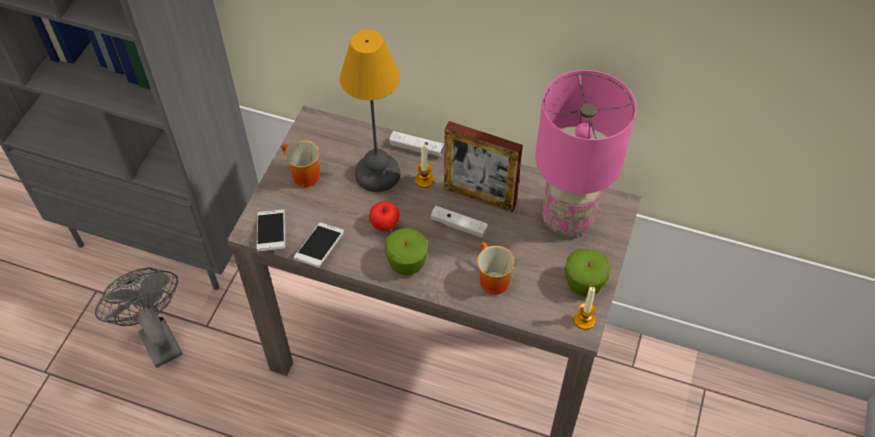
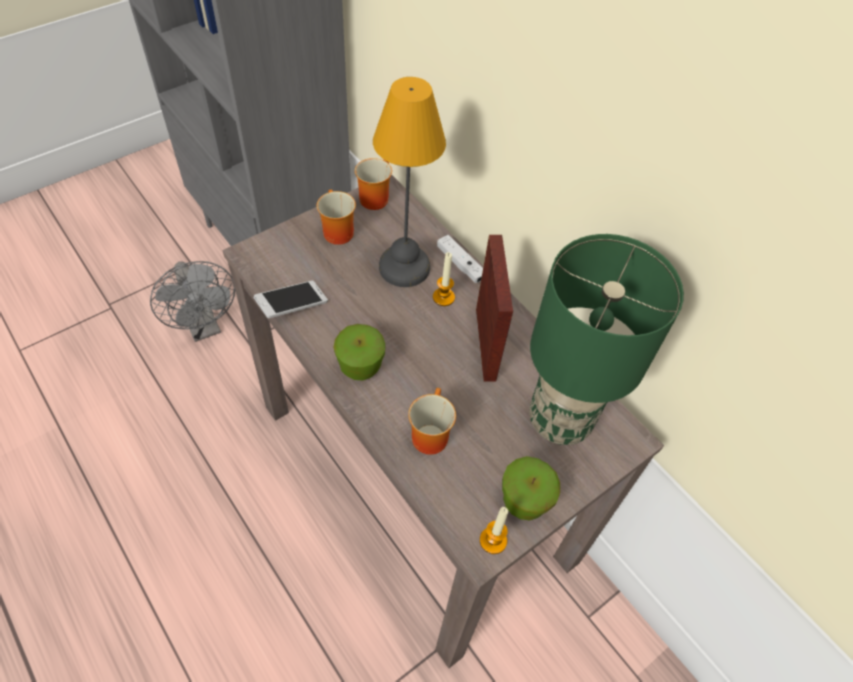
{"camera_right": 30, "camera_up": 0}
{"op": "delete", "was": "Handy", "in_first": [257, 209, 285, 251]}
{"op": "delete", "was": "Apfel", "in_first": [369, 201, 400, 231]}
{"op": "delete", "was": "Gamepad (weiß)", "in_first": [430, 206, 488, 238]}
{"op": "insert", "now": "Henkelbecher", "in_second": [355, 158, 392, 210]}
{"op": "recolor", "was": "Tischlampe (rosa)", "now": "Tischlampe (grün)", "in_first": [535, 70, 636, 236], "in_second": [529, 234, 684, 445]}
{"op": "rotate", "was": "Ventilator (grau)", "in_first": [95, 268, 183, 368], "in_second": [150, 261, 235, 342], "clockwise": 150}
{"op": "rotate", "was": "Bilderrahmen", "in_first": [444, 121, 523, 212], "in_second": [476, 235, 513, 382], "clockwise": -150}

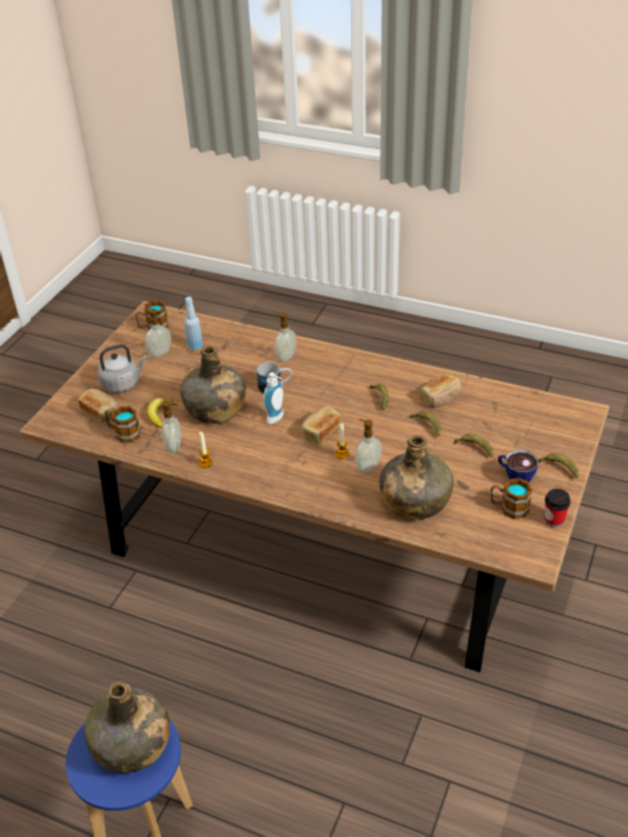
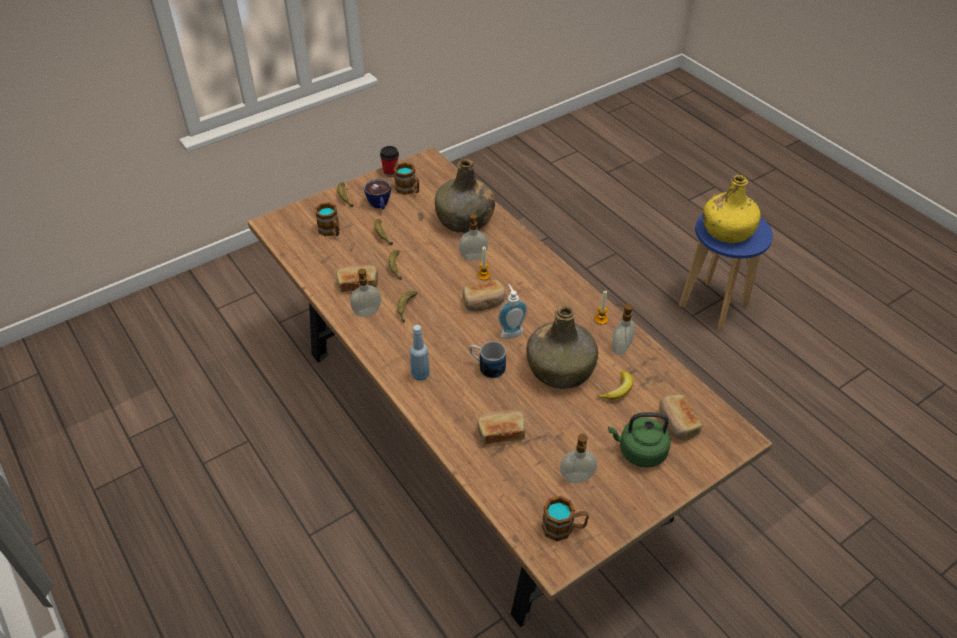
{"camera_right": -150, "camera_up": 5}
{"op": "insert", "now": "Brot", "in_second": [477, 410, 525, 445]}
{"op": "move", "was": "Henkelbecher", "in_first": [104, 406, 141, 443], "in_second": [315, 202, 340, 236]}
{"op": "move", "was": "Flasche (blau)", "in_first": [184, 297, 203, 351], "in_second": [410, 325, 430, 381]}
{"op": "move", "was": "Seifenspender", "in_first": [274, 312, 297, 362], "in_second": [350, 268, 381, 317]}
{"op": "recolor", "was": "Flasche (grün)", "now": "Flasche (gelb)", "in_first": [84, 681, 170, 773], "in_second": [703, 175, 761, 243]}
{"op": "recolor", "was": "Wasserkessel (grau)", "now": "Wasserkessel (grün)", "in_first": [97, 344, 147, 393], "in_second": [608, 412, 671, 468]}

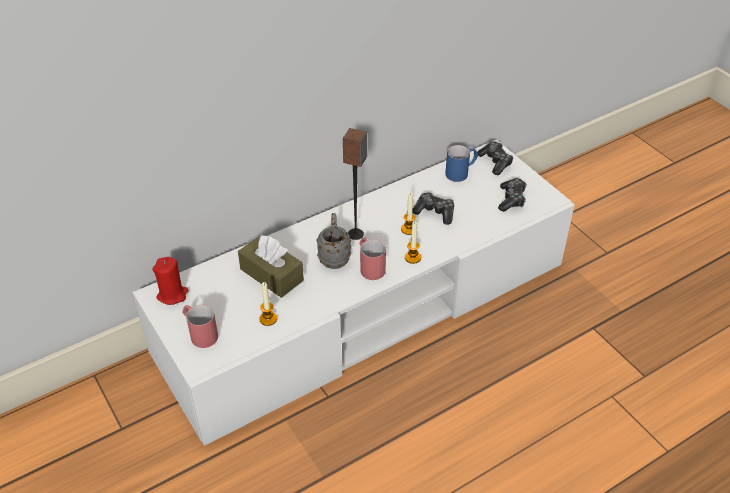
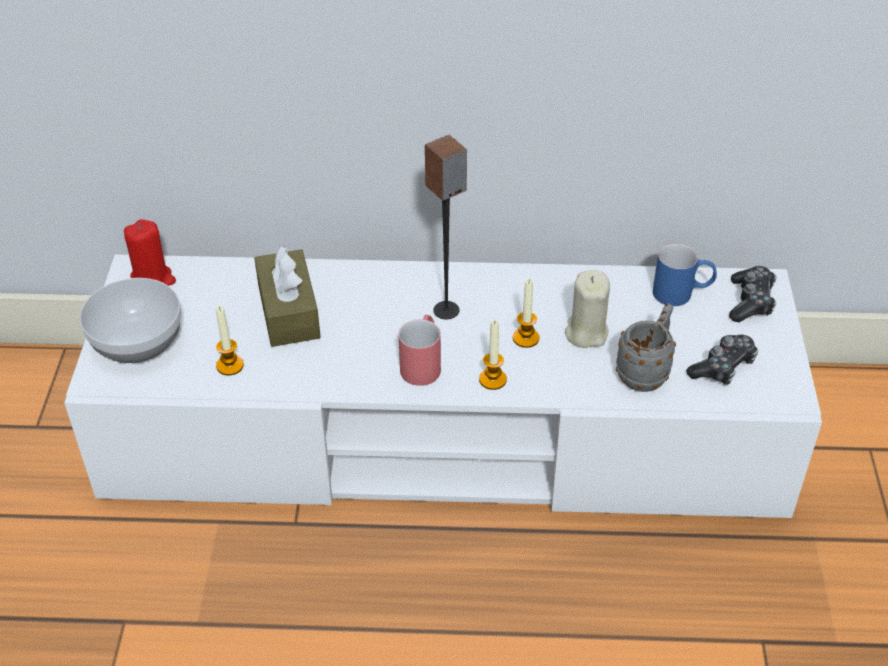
{"camera_right": 35, "camera_up": 0}
{"op": "move", "was": "Henkelbecher (grau)", "in_first": [316, 213, 351, 269], "in_second": [616, 303, 676, 392]}
{"op": "replace", "was": "Henkelbecher (rot)", "now": "Schüssel", "in_first": [182, 305, 218, 348], "in_second": [79, 278, 181, 363]}
{"op": "replace", "was": "Gamepad", "now": "Kerze (beige)", "in_first": [412, 192, 454, 225], "in_second": [565, 270, 610, 348]}

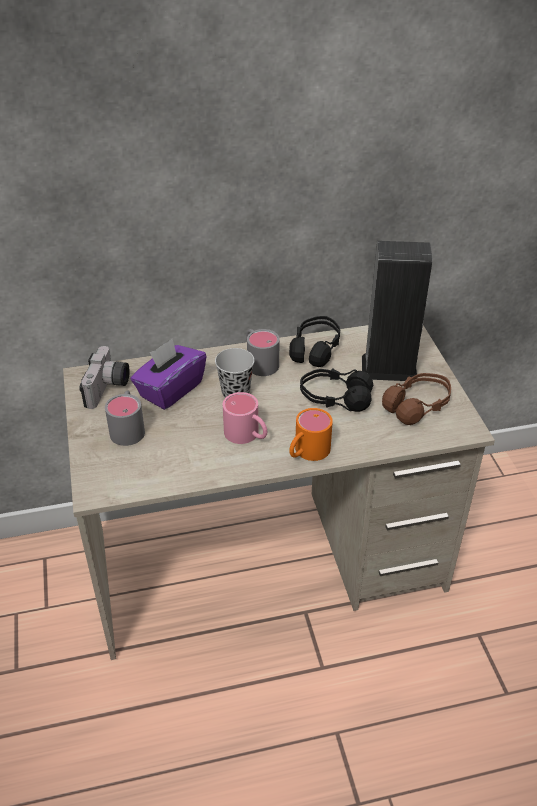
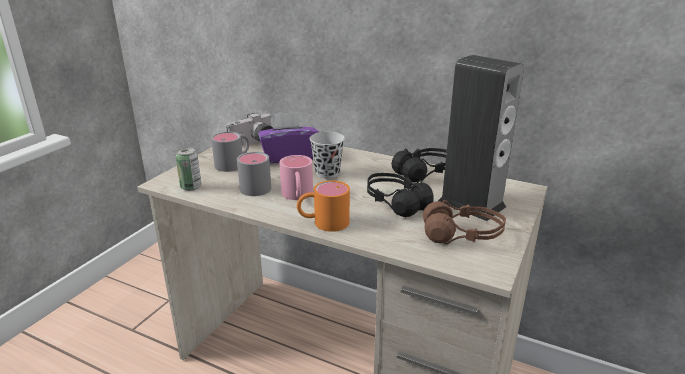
{"camera_right": 40, "camera_up": -15}
{"op": "insert", "now": "Dose", "in_second": [176, 148, 202, 191]}
{"op": "move", "was": "Henkelbecher (grau)", "in_first": [246, 329, 279, 376], "in_second": [237, 152, 271, 196]}

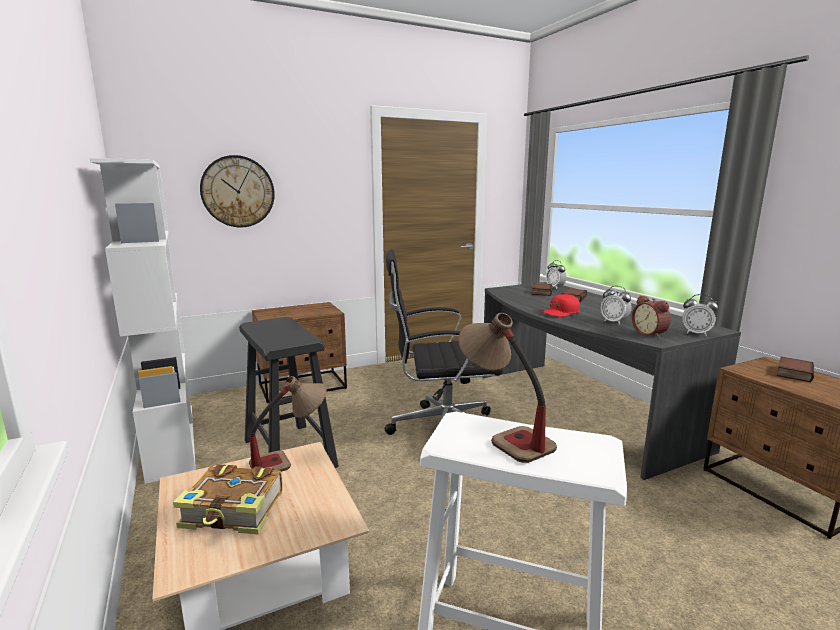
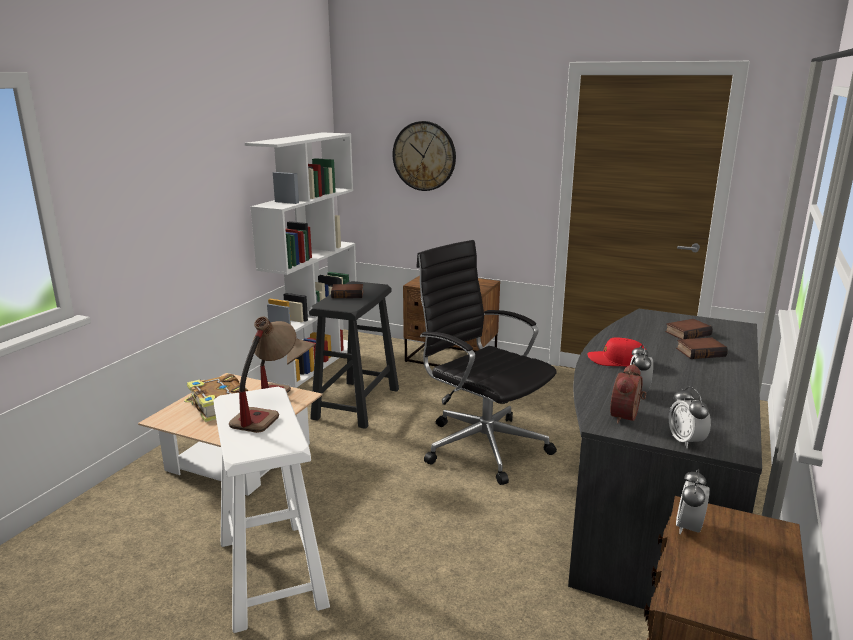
{"camera_right": 50, "camera_up": 5}
{"op": "move", "was": "Wecker", "in_first": [546, 260, 567, 289], "in_second": [676, 469, 710, 534]}
{"op": "move", "was": "Buch", "in_first": [777, 357, 814, 382], "in_second": [331, 284, 364, 298]}

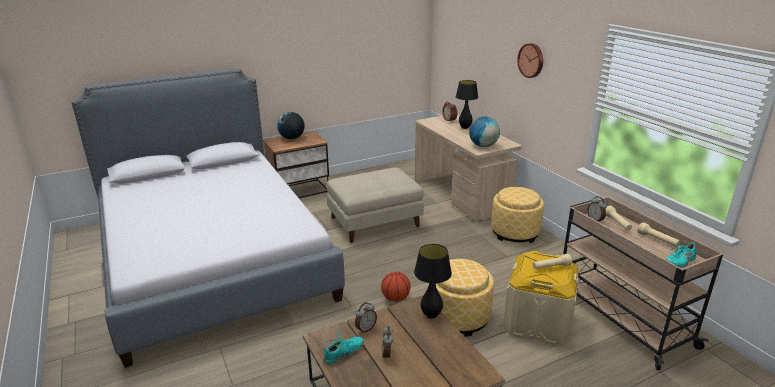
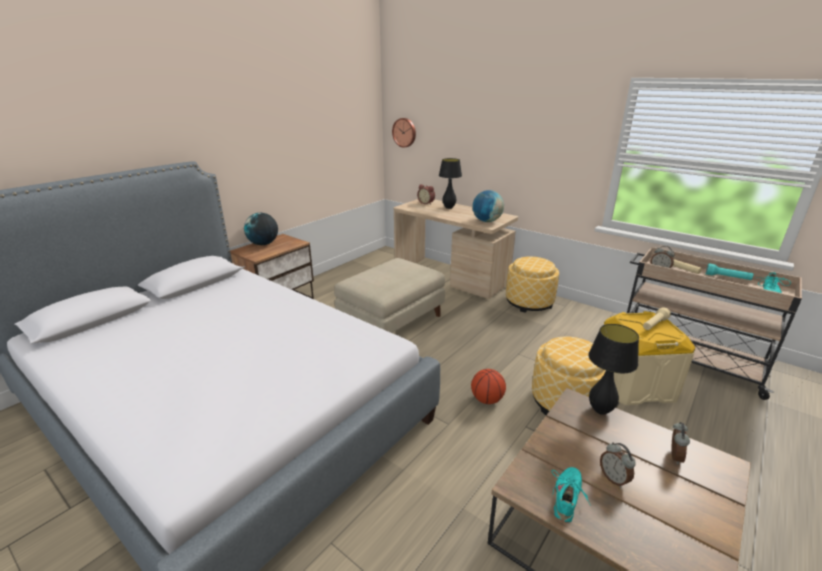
{"camera_right": -25, "camera_up": 0}
{"op": "move", "was": "Wecker", "in_first": [355, 302, 377, 333], "in_second": [671, 422, 690, 465]}
{"op": "move", "was": "Wanduhr", "in_first": [517, 43, 543, 78], "in_second": [392, 118, 416, 148]}
{"op": "recolor", "was": "Taschenlampe (beige)", "now": "Taschenlampe (türkis)", "in_first": [637, 222, 680, 247], "in_second": [706, 263, 753, 280]}

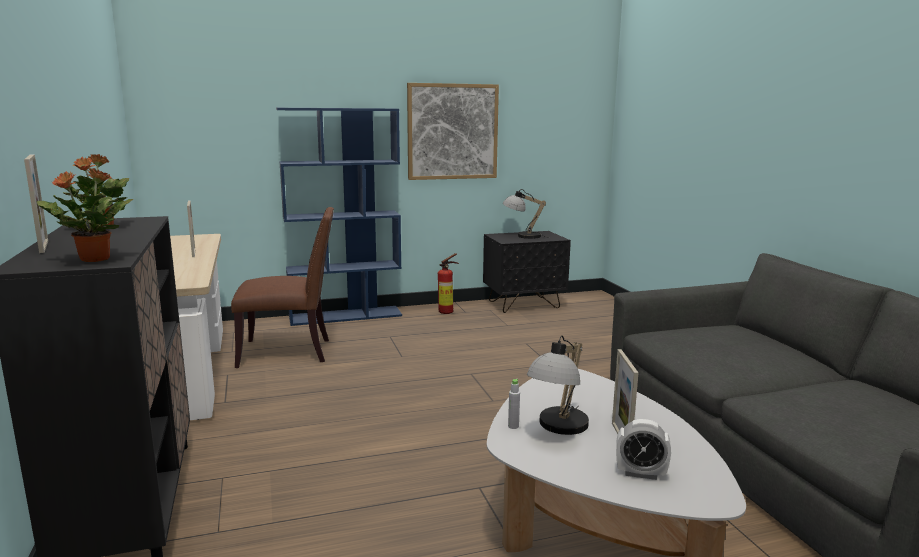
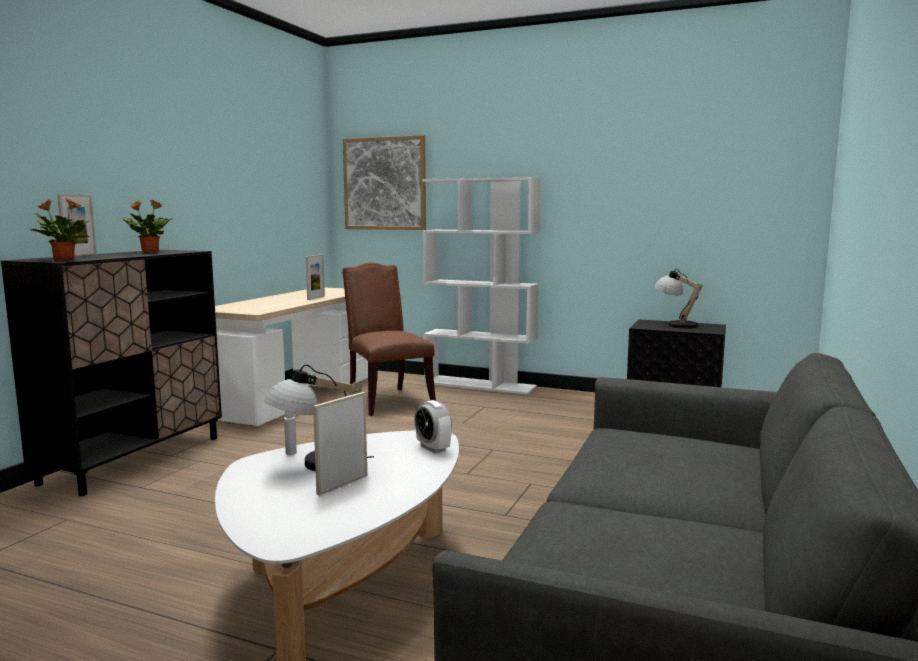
{"camera_right": 40, "camera_up": -5}
{"op": "delete", "was": "Feuerlöscher", "in_first": [438, 253, 459, 314]}
{"op": "move", "was": "Bild", "in_first": [407, 83, 499, 180], "in_second": [343, 135, 426, 230]}
{"op": "move", "was": "Wecker", "in_first": [616, 419, 671, 480], "in_second": [414, 400, 452, 453]}
{"op": "recolor", "was": "Bücherregal (blau)", "now": "Bücherregal (weiß)", "in_first": [276, 108, 402, 326], "in_second": [422, 177, 541, 395]}
{"op": "rotate", "was": "Stuhl (braun)", "in_first": [231, 207, 334, 368], "in_second": [342, 262, 436, 416], "clockwise": -150}

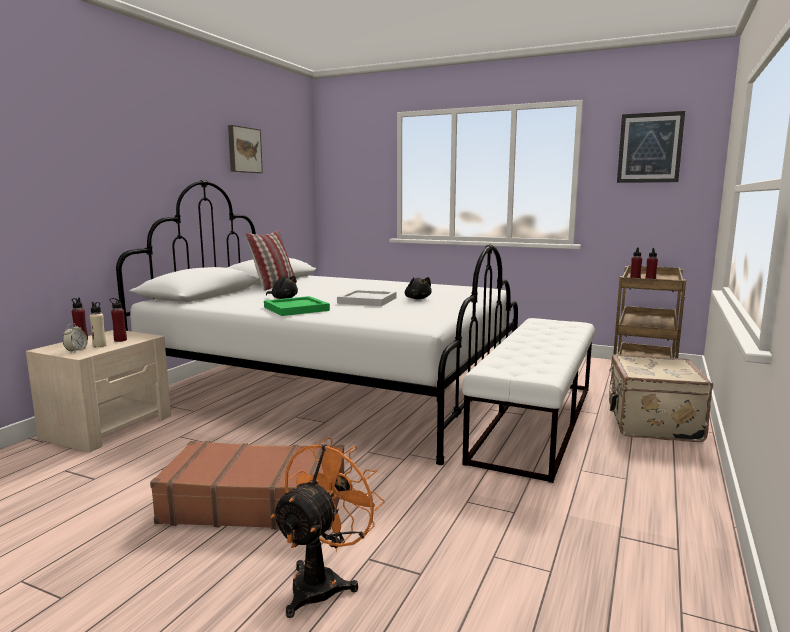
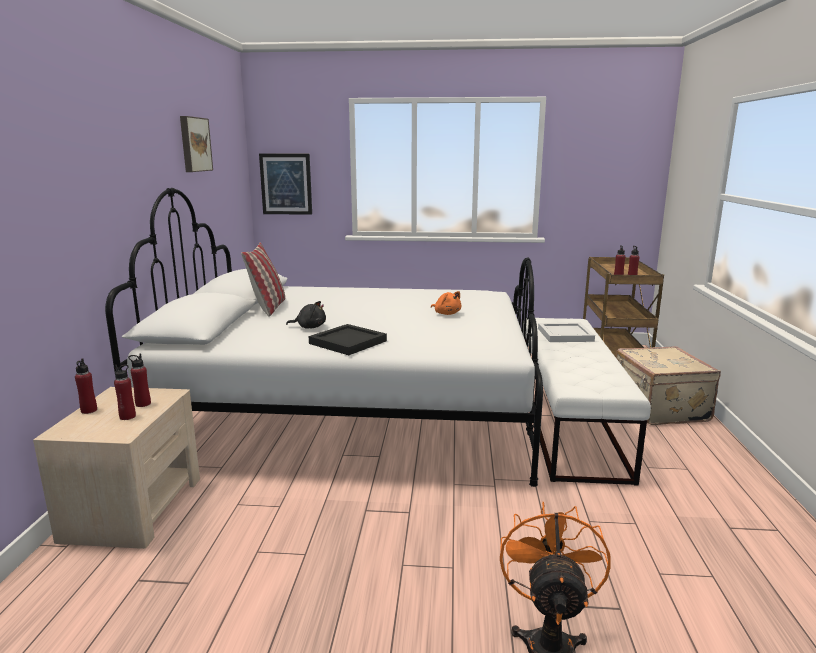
{"camera_right": -20, "camera_up": 5}
{"op": "delete", "was": "Wecker", "in_first": [63, 323, 87, 353]}
{"op": "delete", "was": "Koffer (braun)", "in_first": [150, 441, 344, 530]}
{"op": "move", "was": "Tablett (weiß)", "in_first": [337, 290, 396, 306], "in_second": [538, 323, 595, 342]}
{"op": "move", "was": "Bild", "in_first": [617, 111, 685, 183], "in_second": [259, 154, 312, 215]}
{"op": "recolor", "was": "Flasche (beige)", "now": "Flasche (rot)", "in_first": [90, 302, 106, 348], "in_second": [114, 364, 136, 420]}
{"op": "recolor", "was": "Tablett (grün)", "now": "Tablett (schwarz)", "in_first": [264, 296, 330, 316], "in_second": [309, 324, 387, 355]}
{"op": "recolor", "was": "Plüschtier (schwarz)", "now": "Plüschtier (orange)", "in_first": [405, 277, 432, 299], "in_second": [431, 291, 461, 315]}

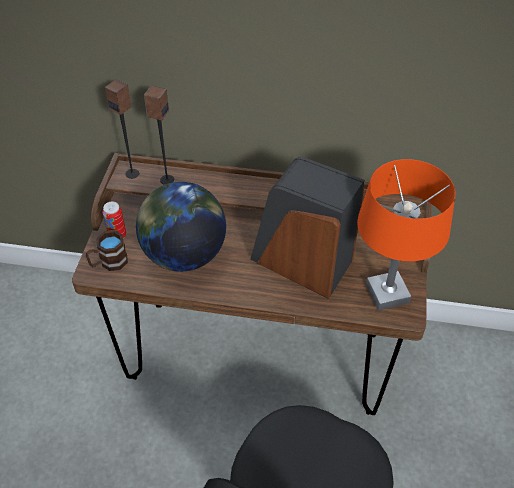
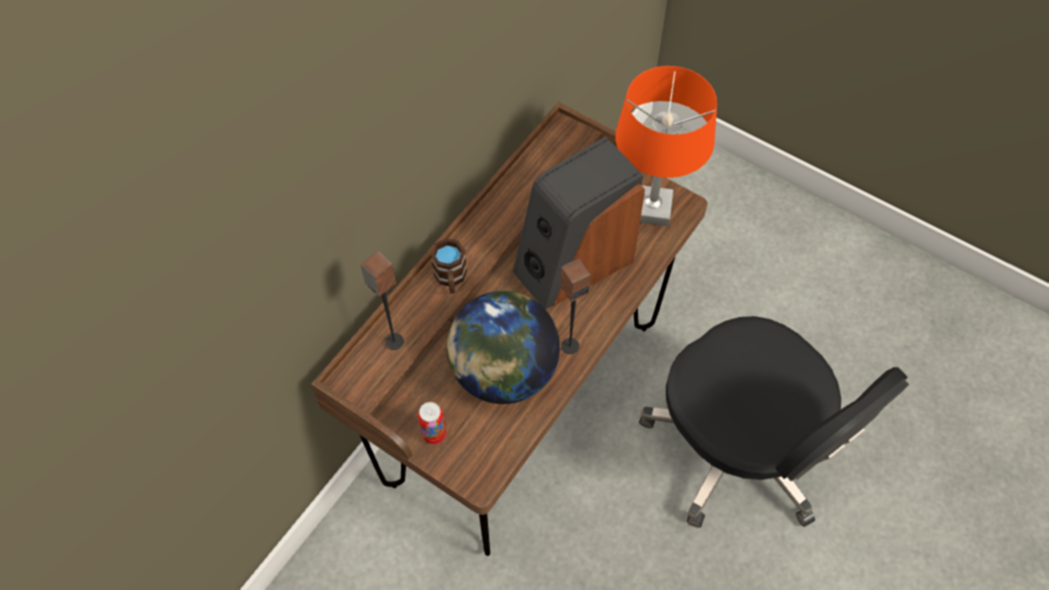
{"camera_right": -65, "camera_up": 10}
{"op": "move", "was": "Henkelbecher (braun)", "in_first": [86, 230, 128, 271], "in_second": [431, 238, 467, 294]}
{"op": "move", "was": "Lautsprecher", "in_first": [105, 79, 139, 179], "in_second": [560, 259, 591, 354]}

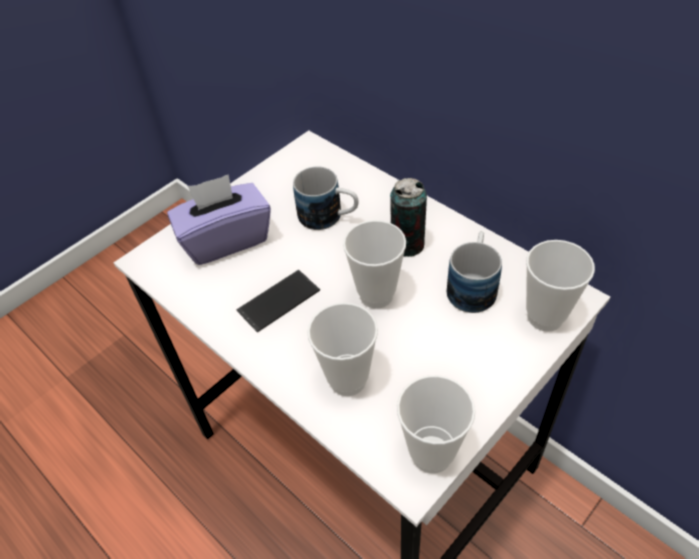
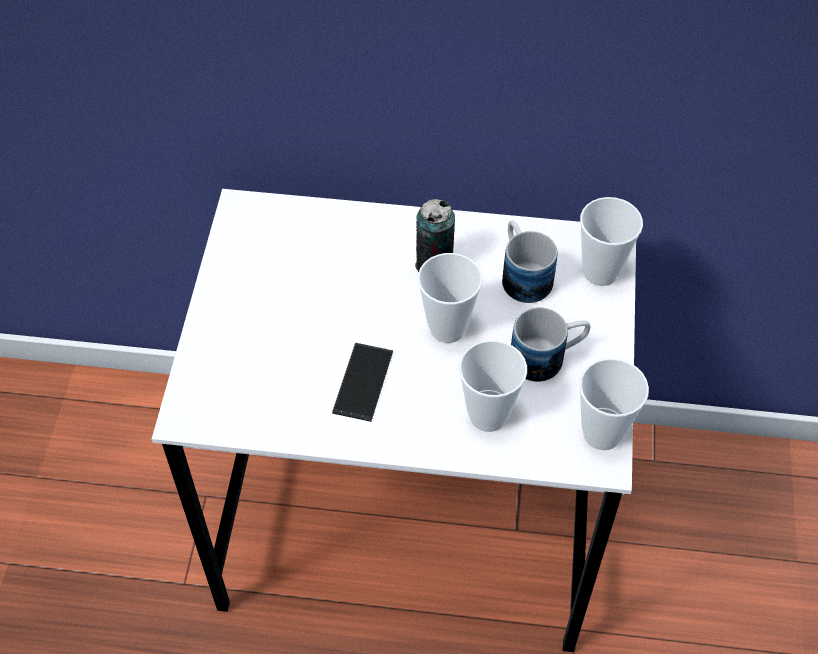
{"camera_right": -40, "camera_up": 5}
{"op": "delete", "was": "Taschentuchbox (lila)", "in_first": [167, 174, 271, 265]}
{"op": "move", "was": "Henkelbecher", "in_first": [293, 167, 358, 230], "in_second": [511, 307, 590, 382]}

